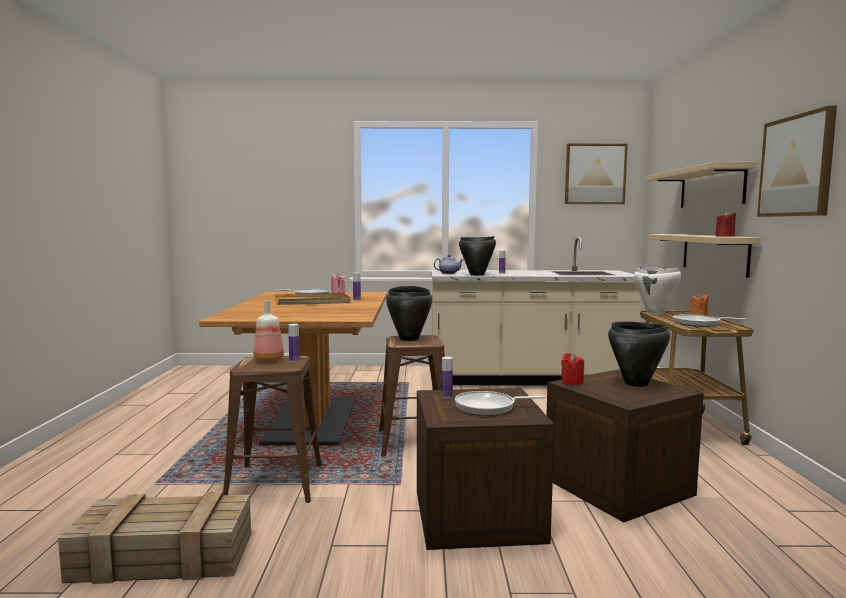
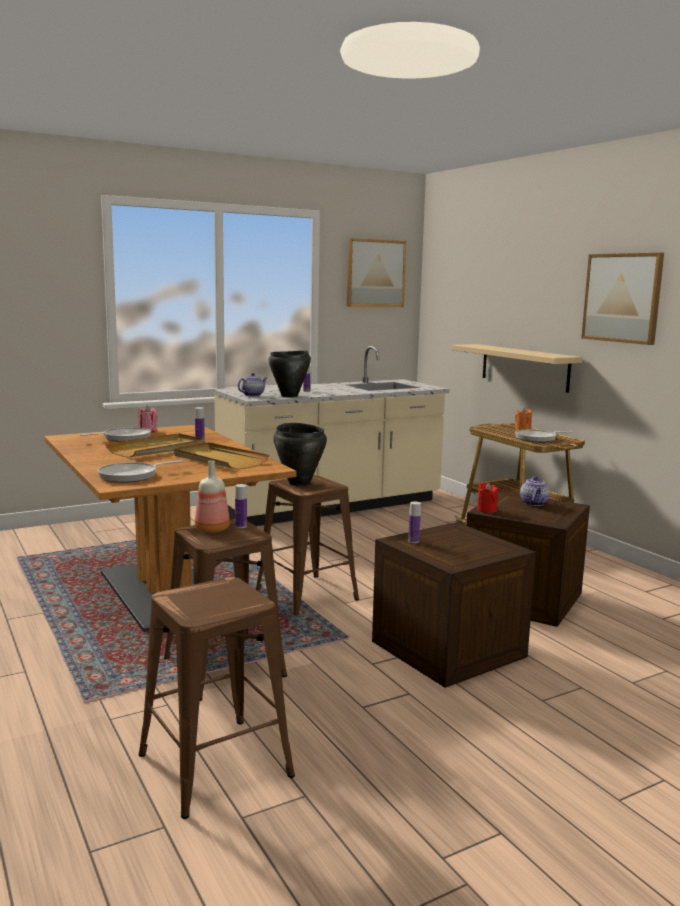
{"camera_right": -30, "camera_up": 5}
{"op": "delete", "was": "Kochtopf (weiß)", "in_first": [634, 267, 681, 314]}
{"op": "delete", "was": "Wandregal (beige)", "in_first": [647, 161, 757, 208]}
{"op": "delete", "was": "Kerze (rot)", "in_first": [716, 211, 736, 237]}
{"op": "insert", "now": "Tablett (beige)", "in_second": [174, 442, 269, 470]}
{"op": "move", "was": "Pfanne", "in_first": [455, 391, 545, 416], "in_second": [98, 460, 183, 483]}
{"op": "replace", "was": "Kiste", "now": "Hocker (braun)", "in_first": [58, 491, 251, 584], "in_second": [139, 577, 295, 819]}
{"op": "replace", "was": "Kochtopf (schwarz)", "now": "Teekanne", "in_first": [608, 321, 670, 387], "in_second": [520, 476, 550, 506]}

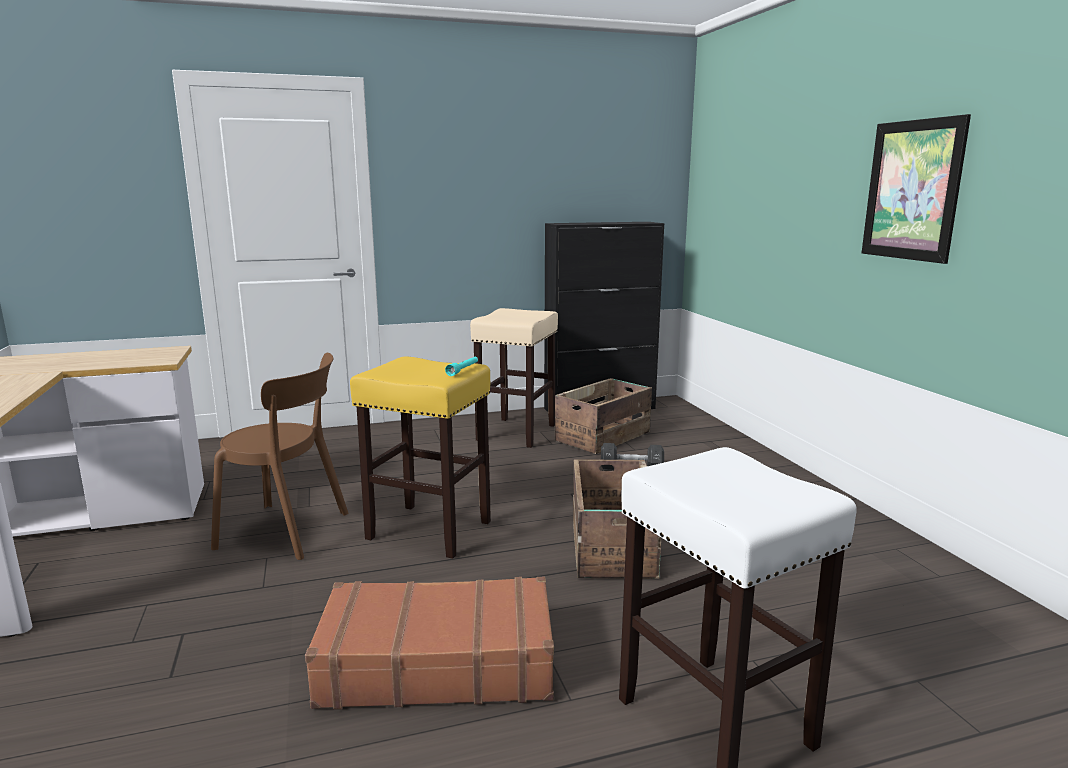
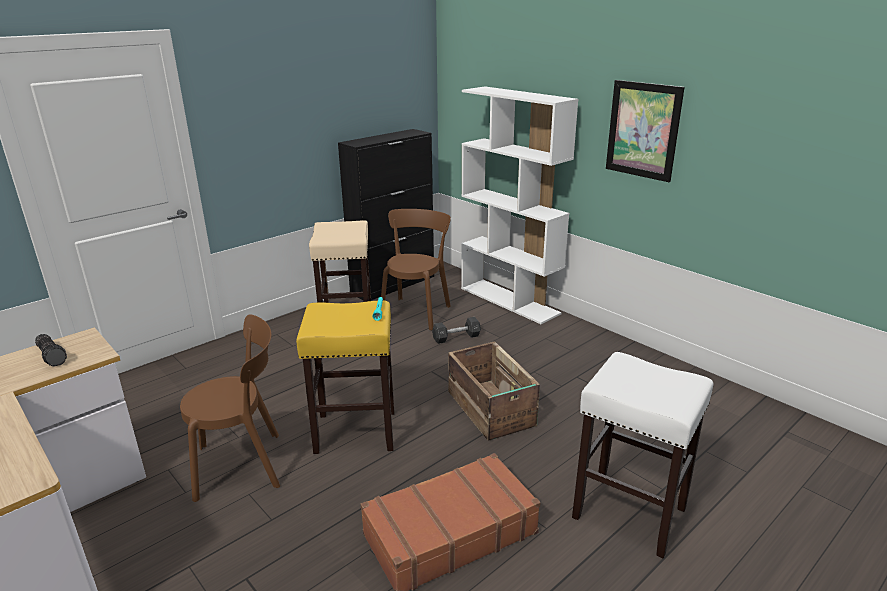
{"camera_right": -25, "camera_up": 10}
{"op": "insert", "now": "Taschenlampe", "in_second": [35, 334, 67, 366]}
{"op": "insert", "now": "Bücherregal (weiß)", "in_second": [461, 86, 578, 324]}
{"op": "replace", "was": "Kiste", "now": "Stuhl (braun)", "in_first": [555, 378, 652, 454], "in_second": [381, 209, 451, 330]}

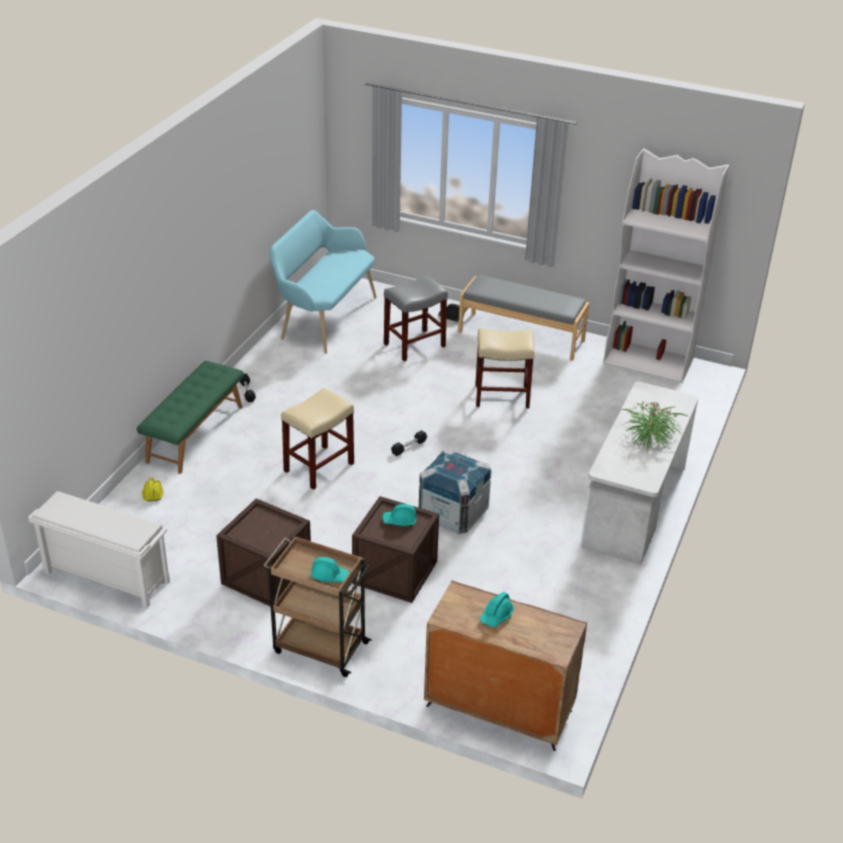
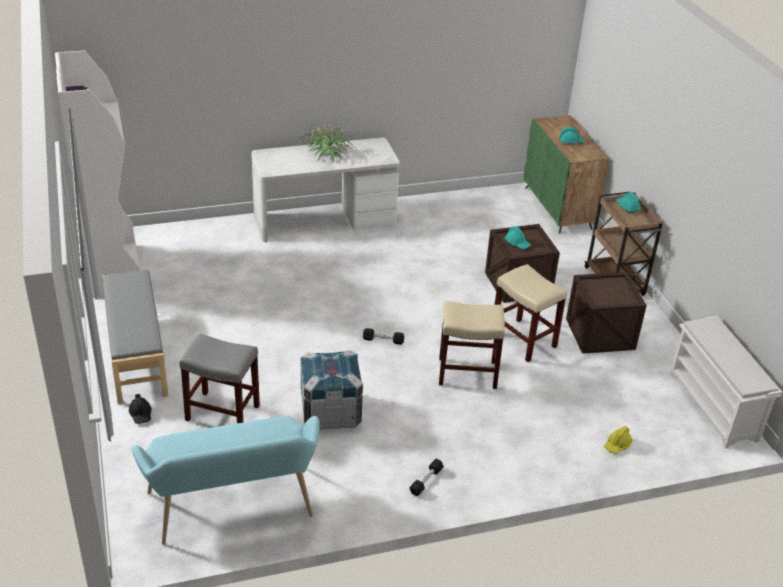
{"camera_right": -130, "camera_up": 0}
{"op": "delete", "was": "Bank (grün)", "in_first": [137, 361, 244, 474]}
{"op": "move", "was": "Kiste", "in_first": [419, 449, 491, 534], "in_second": [301, 350, 363, 430]}
{"op": "move", "was": "Hocker (beige)", "in_first": [475, 328, 535, 409], "in_second": [494, 264, 567, 362]}
{"op": "recolor", "was": "Schrank (braun)", "now": "Schrank (grün)", "in_first": [424, 580, 587, 751], "in_second": [524, 115, 609, 234]}

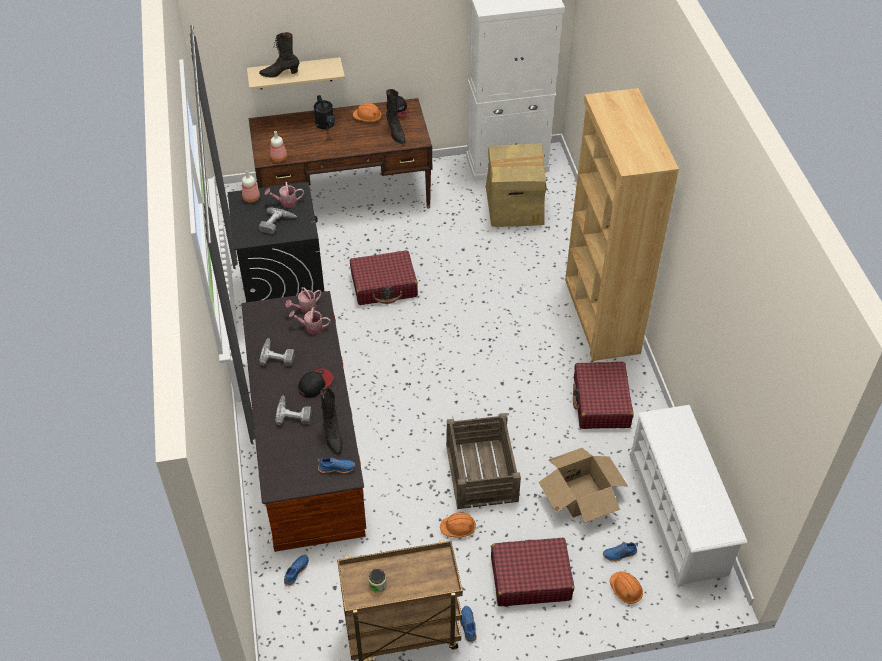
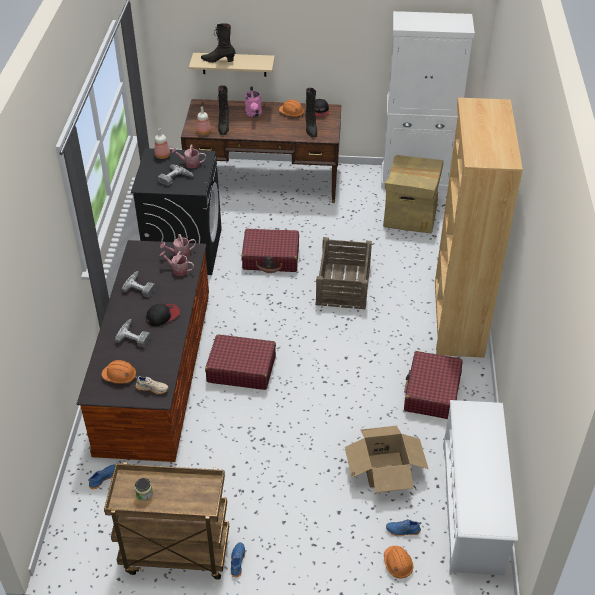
{"camera_right": 15, "camera_up": -5}
{"op": "move", "was": "Stiefel (schwarz)", "in_first": [320, 387, 343, 455], "in_second": [217, 85, 229, 135]}
{"op": "move", "was": "Schutzhelm (orange)", "in_first": [440, 513, 476, 537], "in_second": [102, 360, 136, 384]}
{"op": "move", "was": "Kiste", "in_first": [446, 413, 521, 509], "in_second": [315, 237, 372, 309]}
{"op": "move", "was": "Koffer (rot)", "in_first": [491, 537, 574, 606], "in_second": [205, 335, 276, 390]}
{"op": "recolor", "was": "Gießkanne (schwarz)", "now": "Gießkanne (rosa)", "in_first": [314, 95, 335, 129], "in_second": [244, 86, 262, 117]}
{"op": "recolor", "was": "Schuh (blau)", "now": "Schuh (beige)", "in_first": [318, 458, 355, 473], "in_second": [135, 376, 169, 394]}

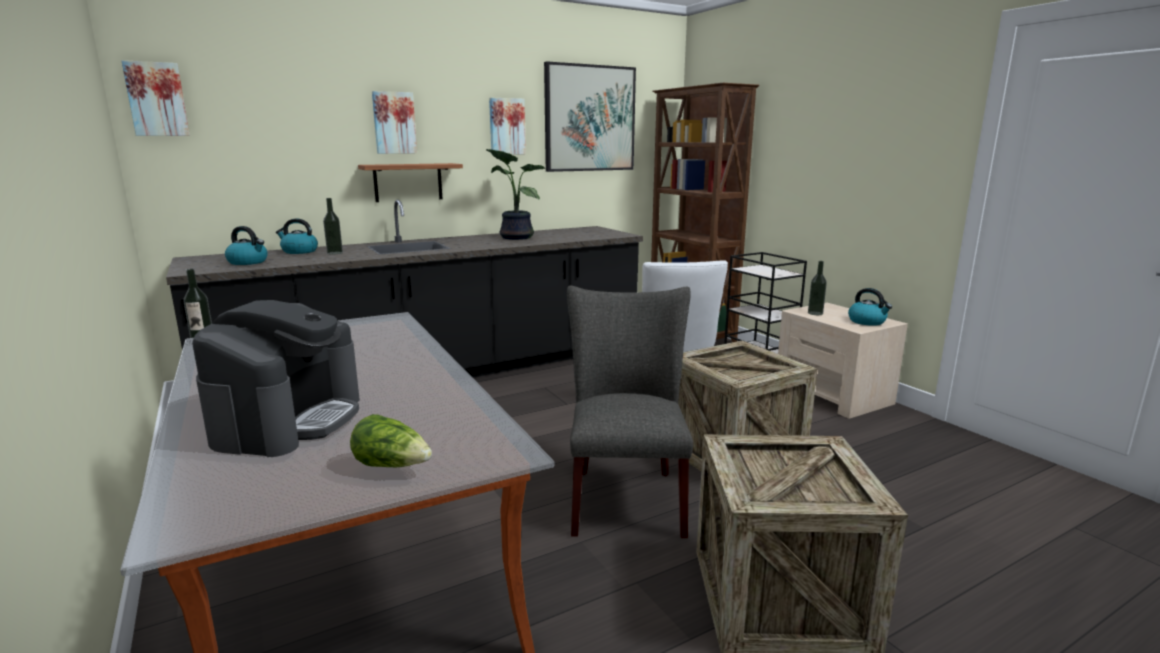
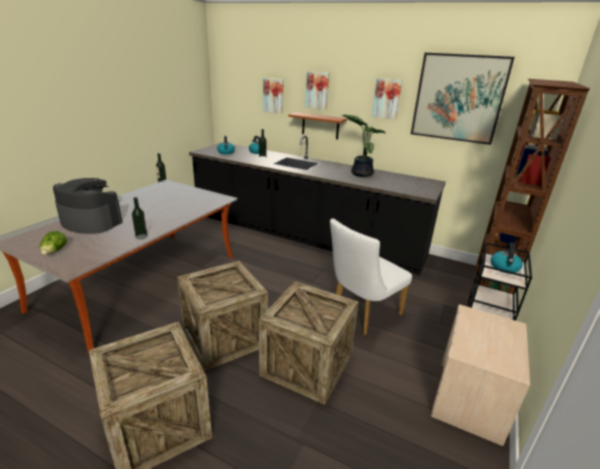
{"camera_right": 55, "camera_up": 10}
{"op": "move", "was": "Bild", "in_first": [121, 60, 190, 136], "in_second": [263, 78, 284, 114]}
{"op": "move", "was": "Flasche", "in_first": [808, 261, 827, 315], "in_second": [132, 197, 148, 239]}
{"op": "move", "was": "Wasserkessel", "in_first": [848, 288, 892, 326], "in_second": [491, 242, 523, 274]}
{"op": "replace", "was": "Stuhl (grau)", "now": "Kiste", "in_first": [567, 286, 693, 538], "in_second": [177, 261, 268, 371]}
{"op": "rotate", "was": "Kaffeemaschine", "in_first": [192, 300, 360, 457], "in_second": [53, 178, 122, 234], "clockwise": -135}

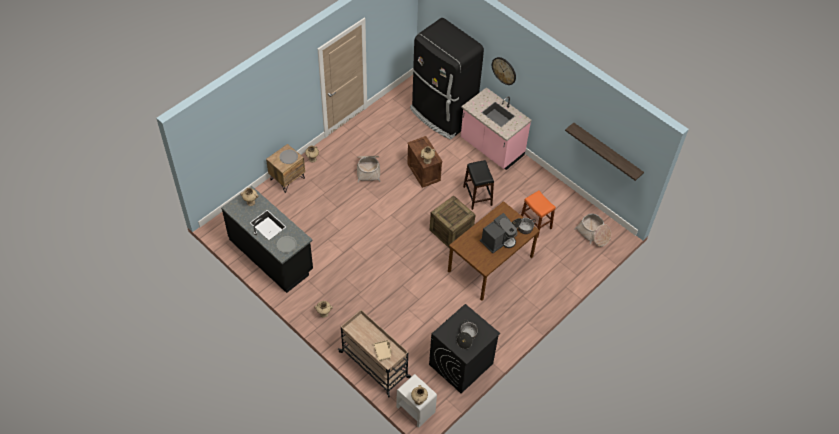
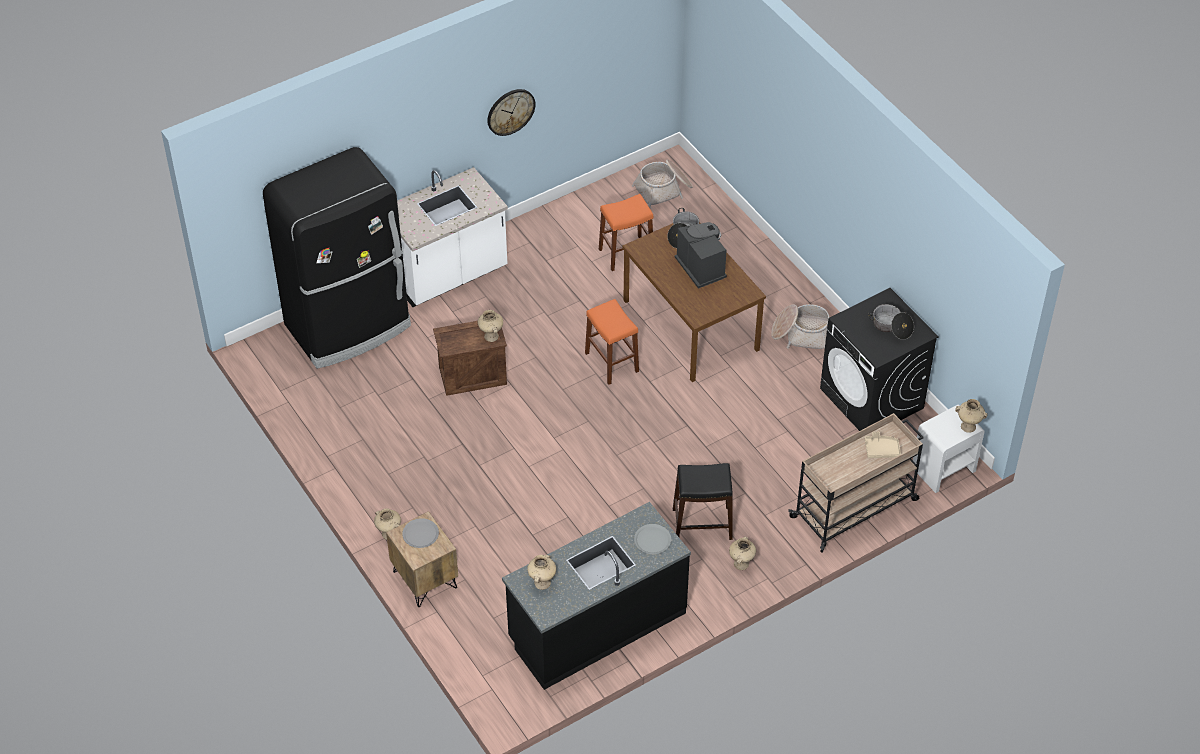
{"camera_right": -75, "camera_up": -5}
{"op": "delete", "was": "Wandregal", "in_first": [565, 123, 644, 181]}
{"op": "move", "was": "Korb", "in_first": [357, 156, 380, 183], "in_second": [771, 304, 830, 349]}
{"op": "move", "was": "Hocker (schwarz)", "in_first": [463, 160, 494, 210], "in_second": [673, 463, 733, 540]}
{"op": "move", "was": "Wanduhr", "in_first": [492, 57, 516, 85], "in_second": [487, 89, 536, 136]}
{"op": "replace", "was": "Kiste", "now": "Hocker (orange)", "in_first": [430, 195, 476, 249], "in_second": [585, 299, 639, 385]}
{"op": "recolor", "was": "Küchenzeile (rosa)", "now": "Küchenzeile (weiß)", "in_first": [461, 87, 532, 170], "in_second": [397, 167, 508, 307]}

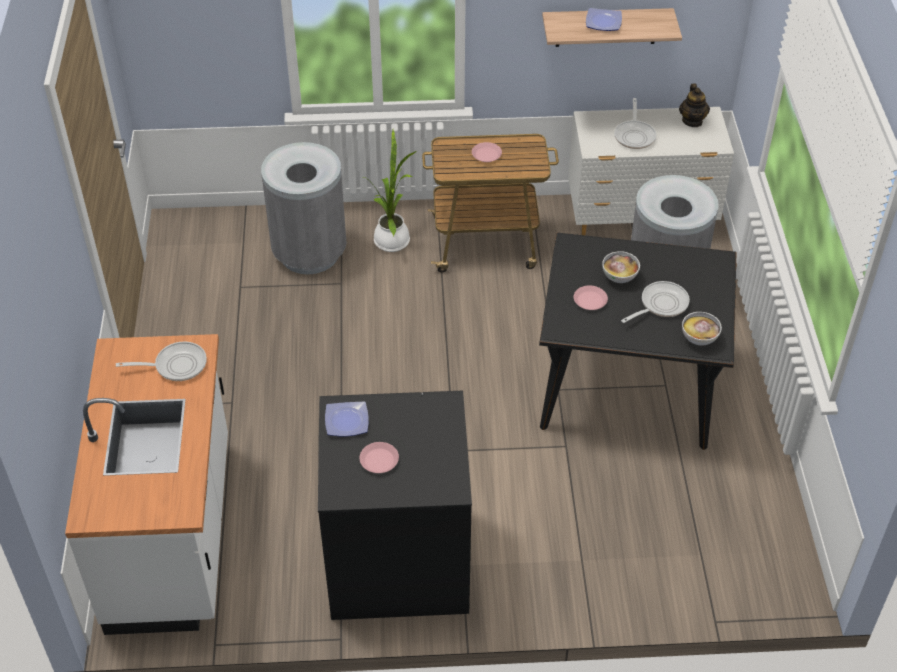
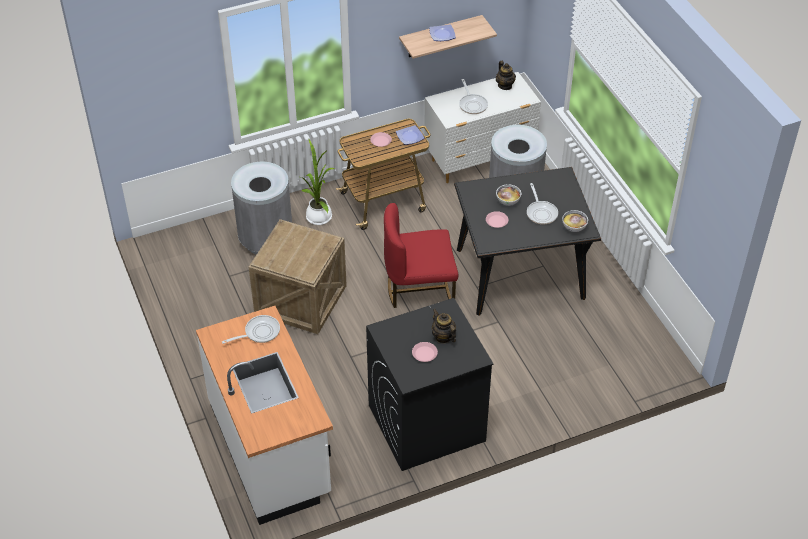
{"camera_right": -20, "camera_up": 0}
{"op": "insert", "now": "Kiste", "in_second": [249, 219, 347, 334]}
{"op": "insert", "now": "Stuhl (rot)", "in_second": [384, 203, 458, 308]}
{"op": "insert", "now": "Teekanne", "in_second": [432, 309, 456, 344]}
{"op": "move", "was": "Teller", "in_first": [325, 402, 369, 437], "in_second": [396, 125, 425, 145]}
{"op": "rotate", "was": "Pfanne", "in_first": [621, 281, 690, 323], "in_second": [527, 183, 558, 225], "clockwise": 135}

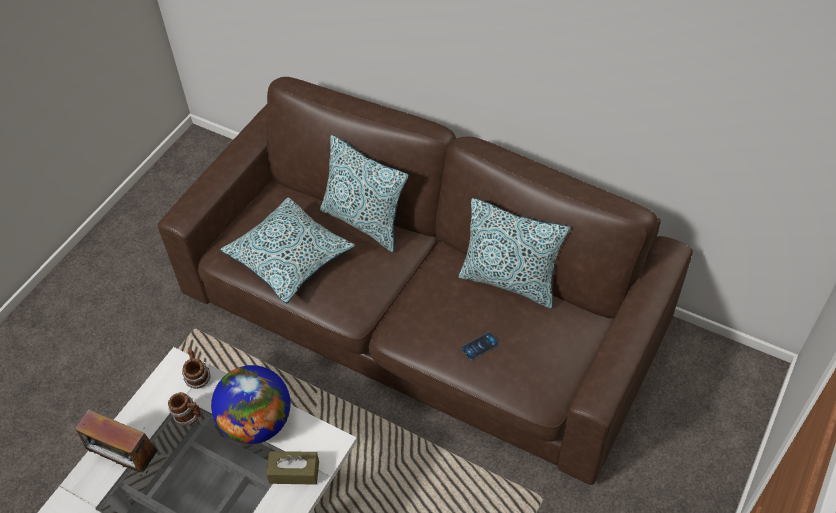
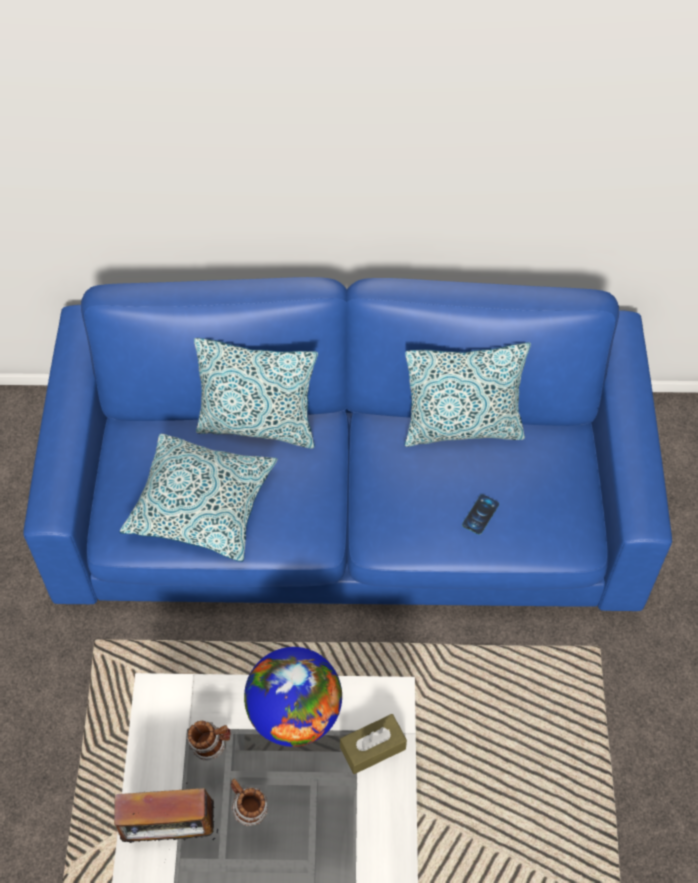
{"camera_right": -30, "camera_up": 5}
{"op": "move", "was": "Henkelbecher", "in_first": [182, 348, 211, 389], "in_second": [231, 778, 268, 826]}
{"op": "recolor", "was": "Sofa (braun)", "now": "Sofa (blau)", "in_first": [158, 77, 693, 485], "in_second": [23, 277, 672, 611]}

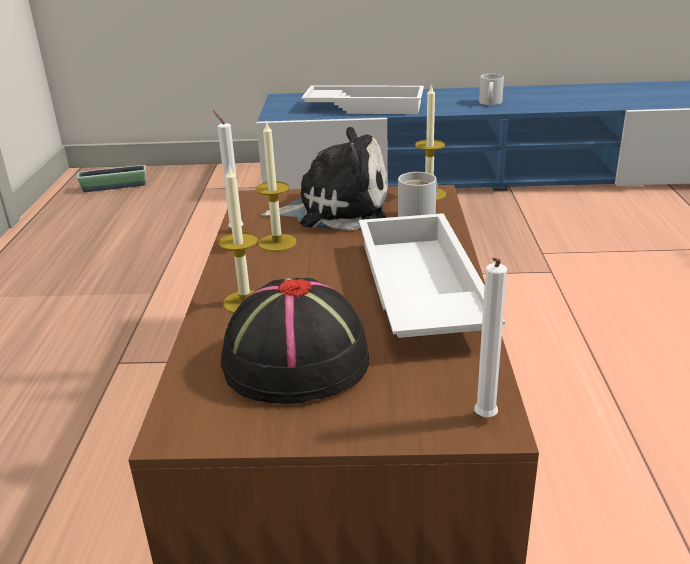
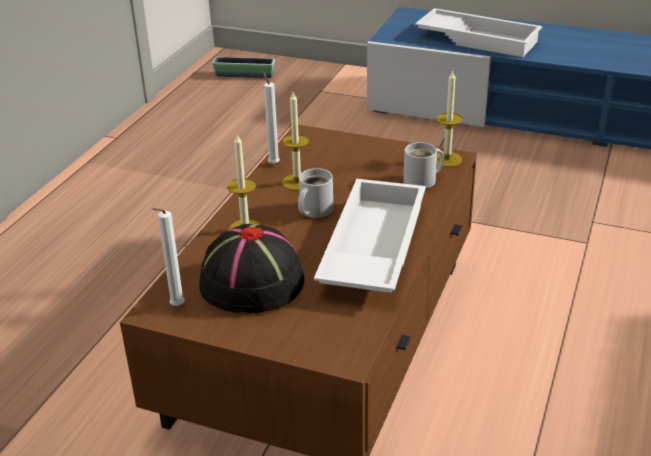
{"camera_right": 20, "camera_up": 5}
{"op": "delete", "was": "Plüschtier", "in_first": [261, 127, 388, 231]}
{"op": "move", "was": "Kerze (weiß)", "in_first": [474, 257, 507, 418], "in_second": [152, 208, 185, 306]}
{"op": "move", "was": "Henkelbecher (weiß)", "in_first": [479, 74, 504, 105], "in_second": [298, 168, 333, 218]}

